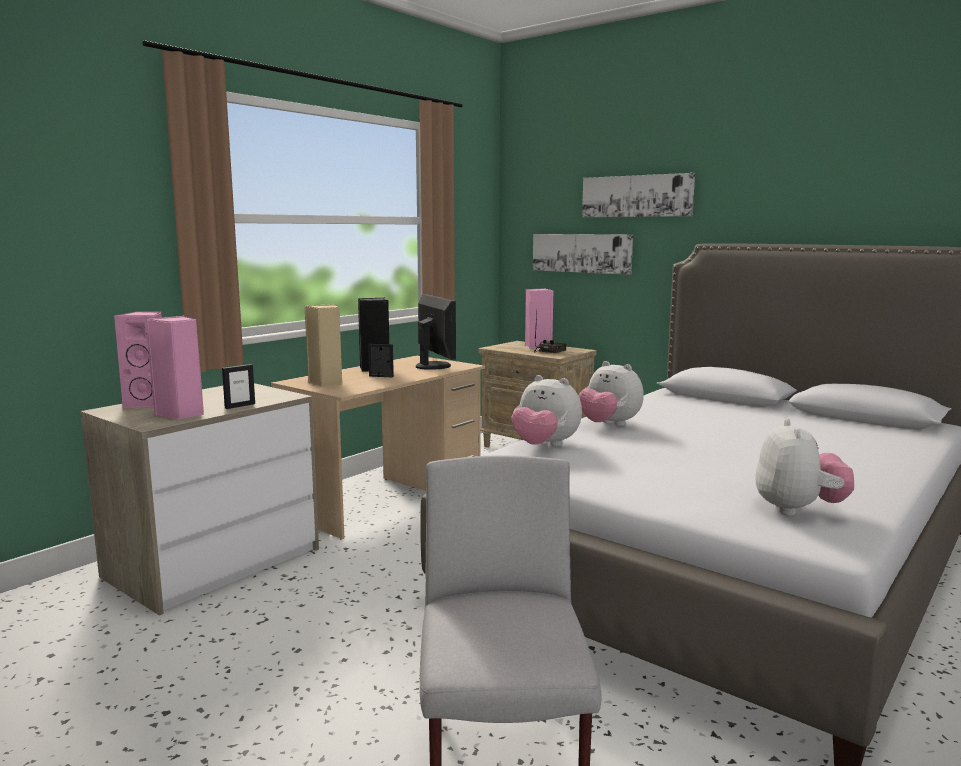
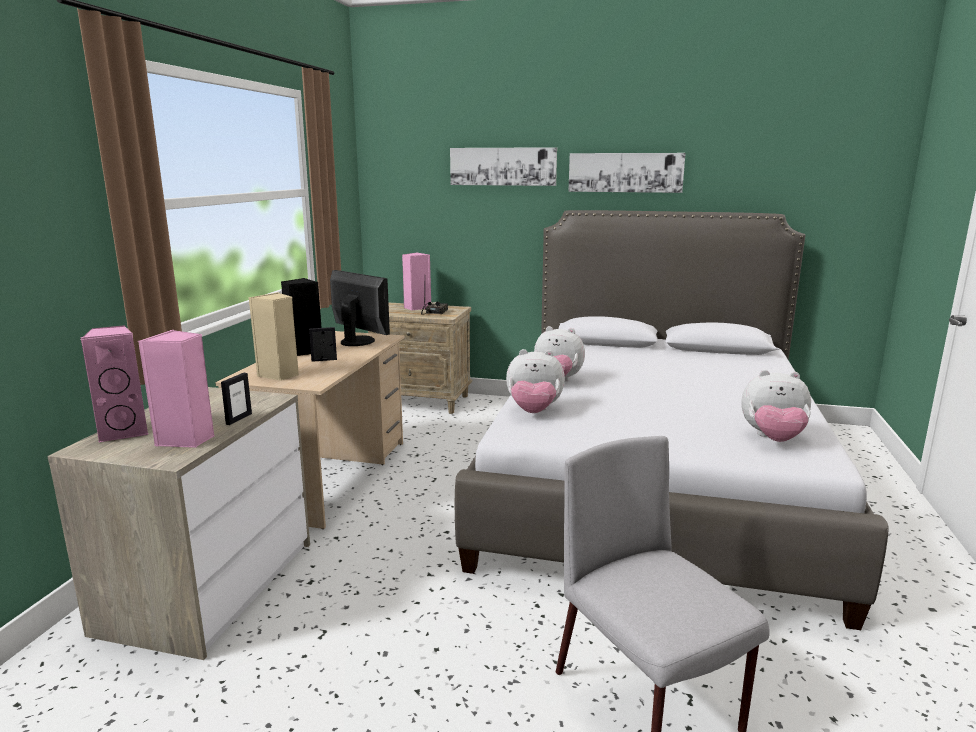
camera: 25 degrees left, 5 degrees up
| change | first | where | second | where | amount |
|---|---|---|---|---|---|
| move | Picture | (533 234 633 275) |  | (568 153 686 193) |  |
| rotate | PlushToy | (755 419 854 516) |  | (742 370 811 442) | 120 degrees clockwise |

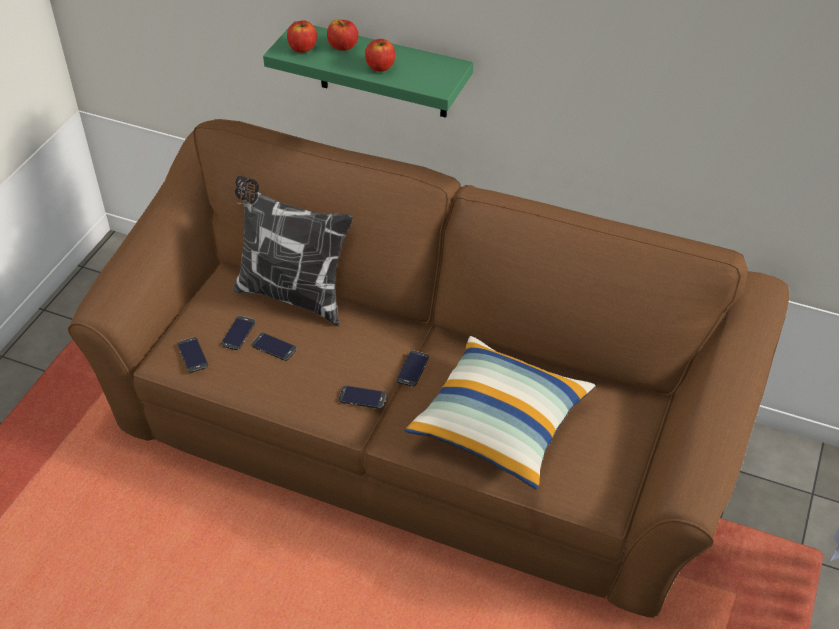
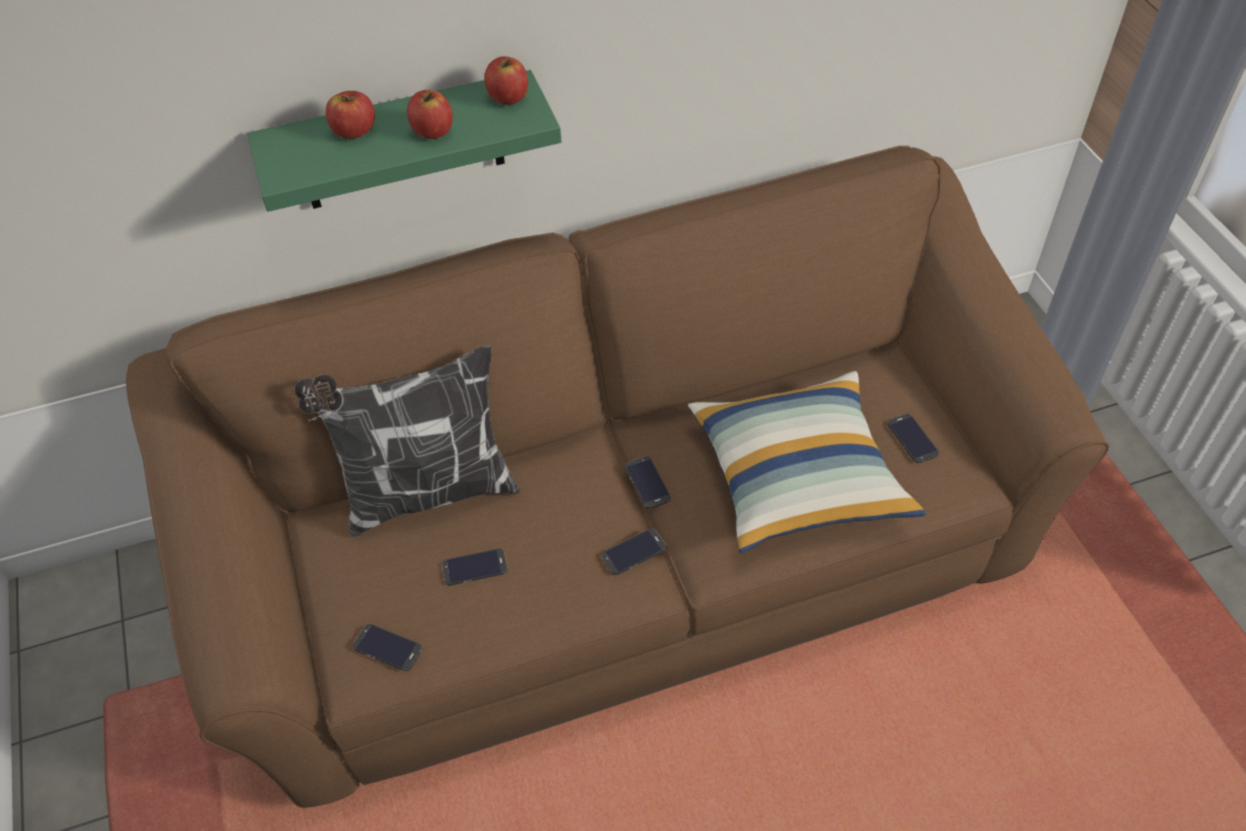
camera: 40 degrees left, 5 degrees up
| change | first | where | second | where | amount |
|---|---|---|---|---|---|
| move | Apple | (287 20 317 53) |  | (484 56 528 105) |  |
| move | Phone | (221 316 255 350) |  | (887 413 939 463) |  |

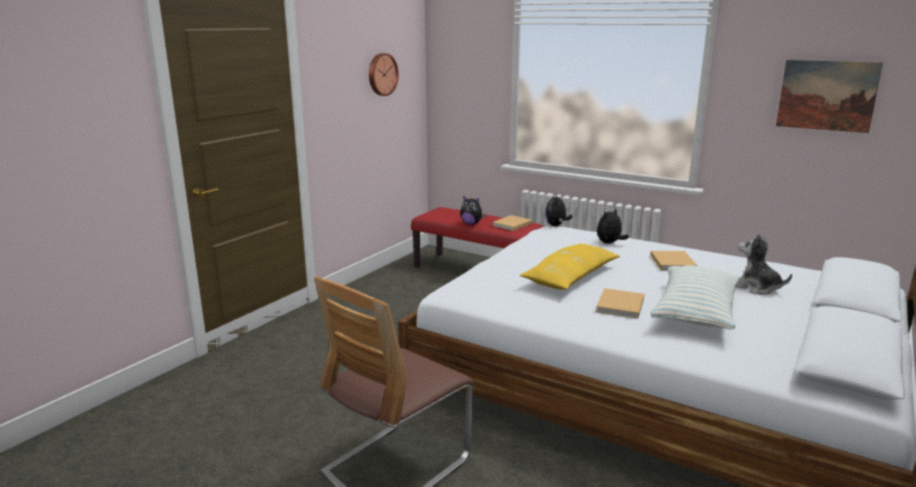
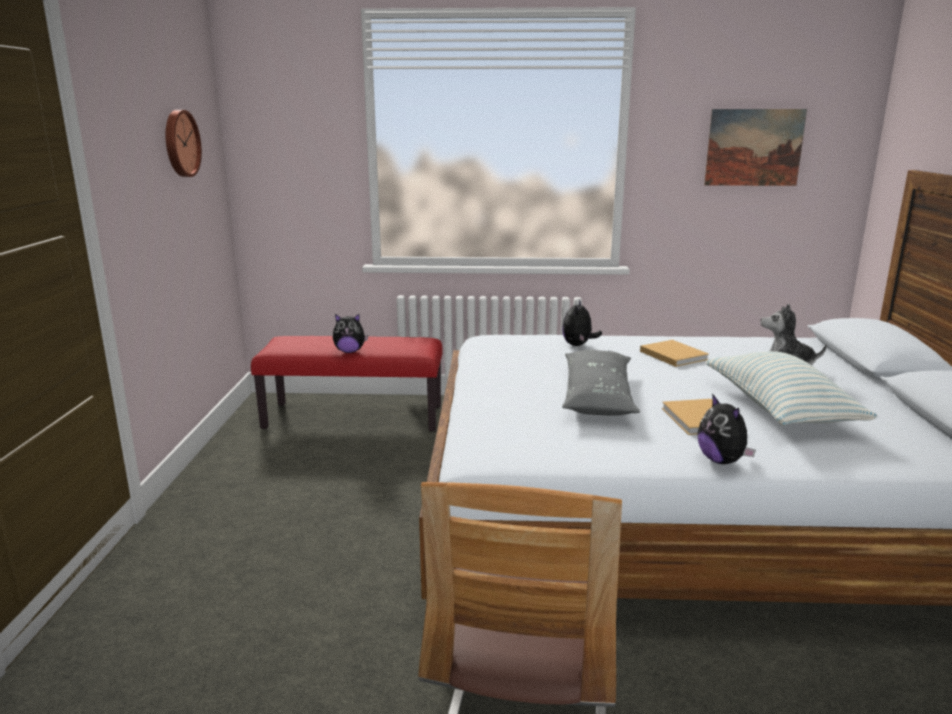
camera: 30 degrees left, 0 degrees up
| change | first | where | second | where | amount |
|---|---|---|---|---|---|
| move | PlushToy | (545 194 573 226) |  | (697 394 756 464) |  |
| delete | BeigeBook | (492 215 532 231) |  |  |  |
| recolor | YellowPillow | (520 244 620 290) | GreyPillow | (562 350 640 416) |  |

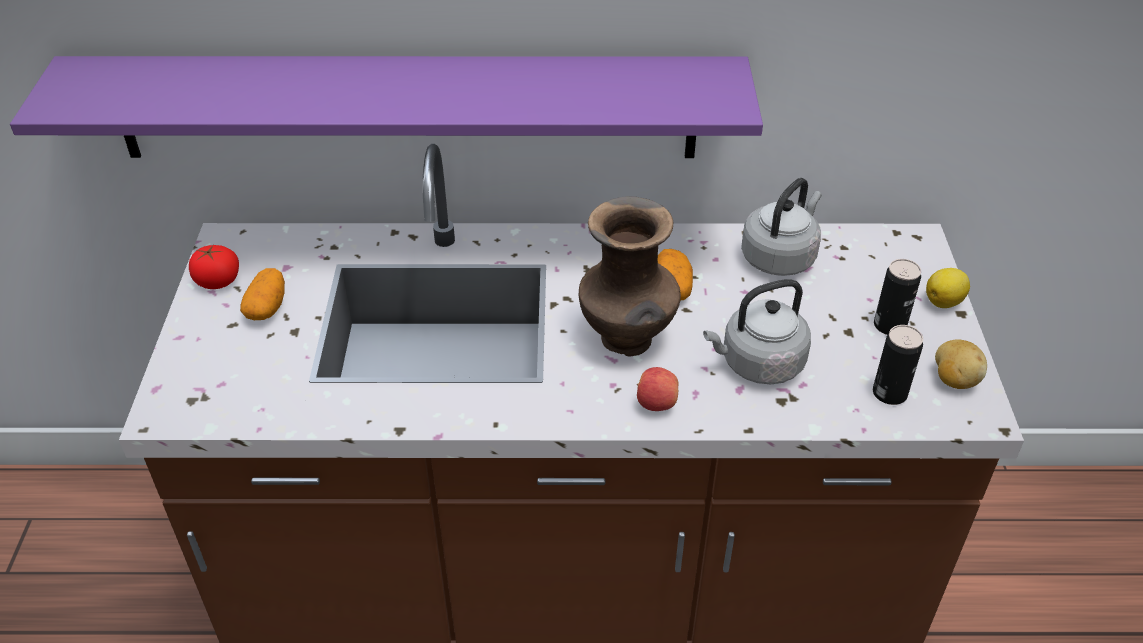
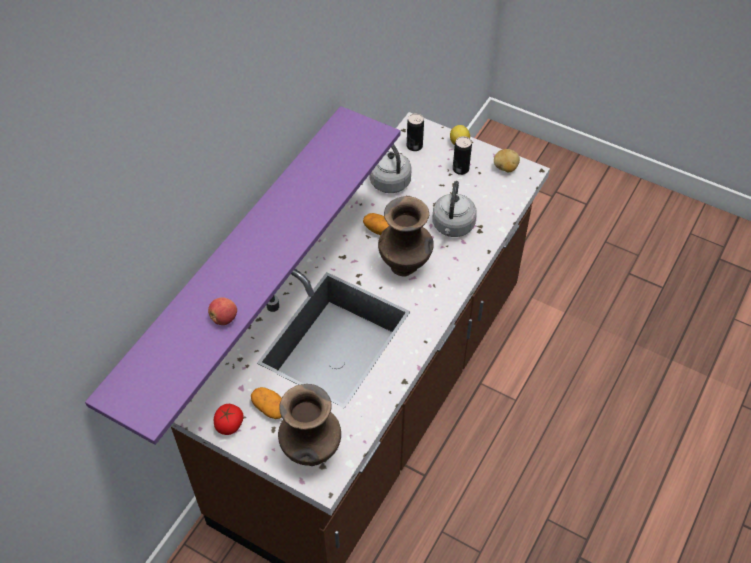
camera: 60 degrees left, 10 degrees up
| change | first | where | second | where | amount |
|---|---|---|---|---|---|
| move | Can | (873 325 923 405) |  | (407 113 424 151) |  |
| move | Apple | (637 367 679 411) |  | (208 297 237 325) |  |
| insert |  |  | BrownVase | (278 384 341 466) |  |

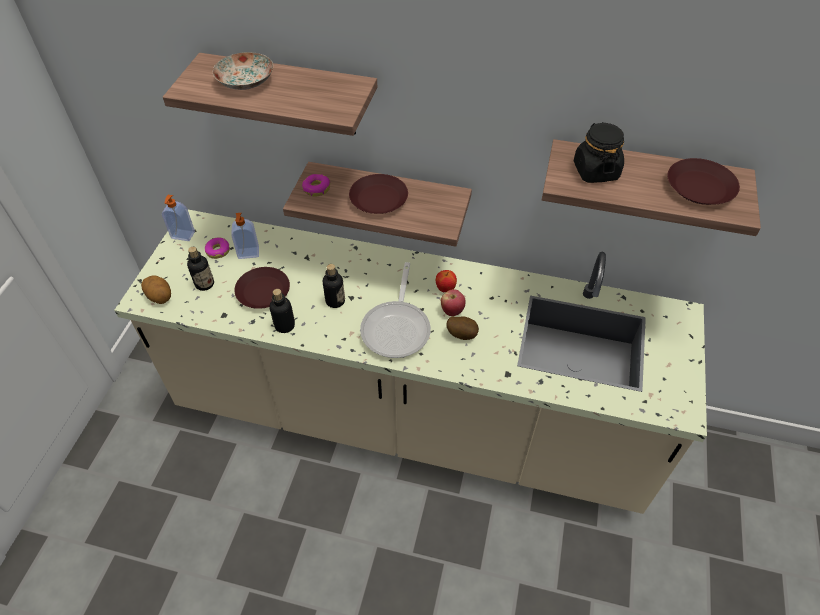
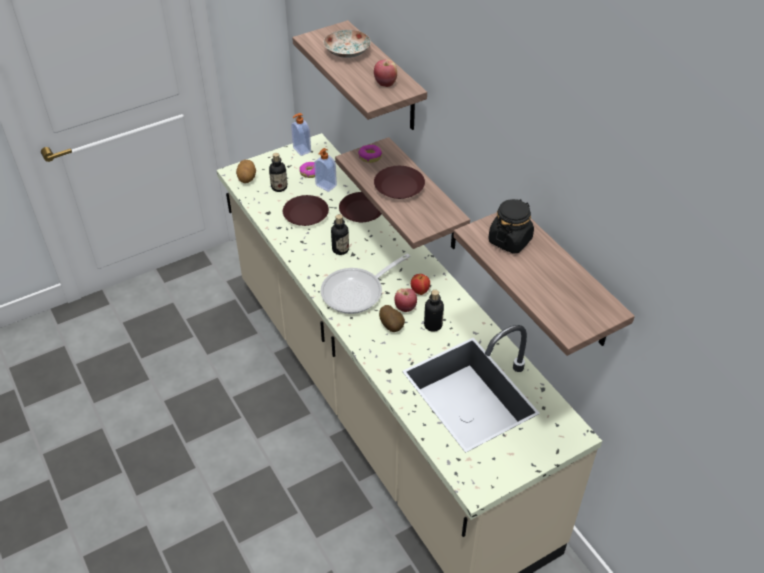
camera: 45 degrees right, 5 degrees down
| change | first | where | second | where | amount |
|---|---|---|---|---|---|
| move | BrownPlate | (667 158 740 205) |  | (339 192 382 222) |  |
| move | Bottle | (270 289 295 333) |  | (424 290 444 332) |  |
| insert |  |  | Apple | (374 59 397 87) |  |

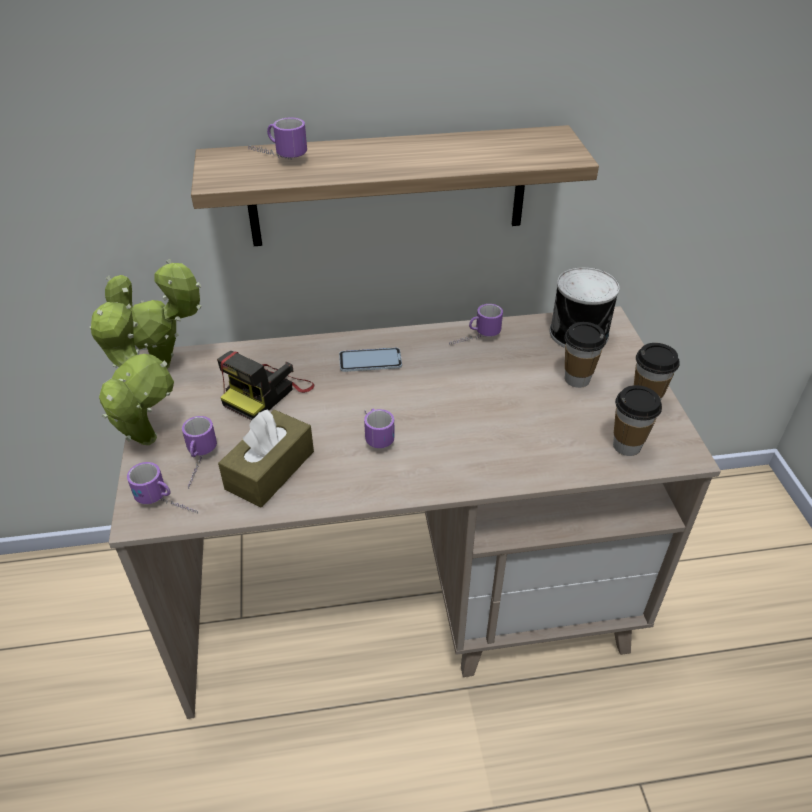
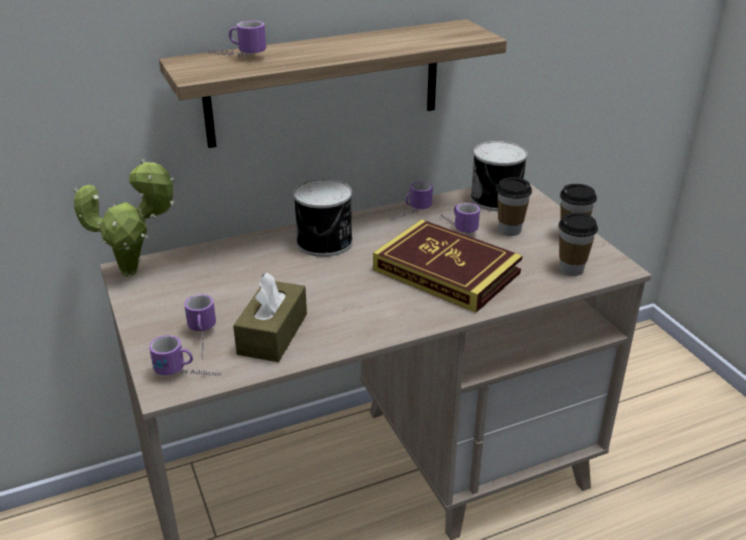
camera: 15 degrees left, 10 degrees down
| change | first | where | second | where | amount |
|---|---|---|---|---|---|
| delete | PottedPlant | (89 302 174 445) |  |  |  |
| replace | Phone | (339 348 402 372) | Can | (293 179 353 257) |  |
| delete | PhotoCamera | (217 351 314 420) |  |  |  |
| move | Mug | (364 409 395 448) |  | (441 203 480 233) |  |
| insert |  |  | Book | (373 219 522 313) |  |

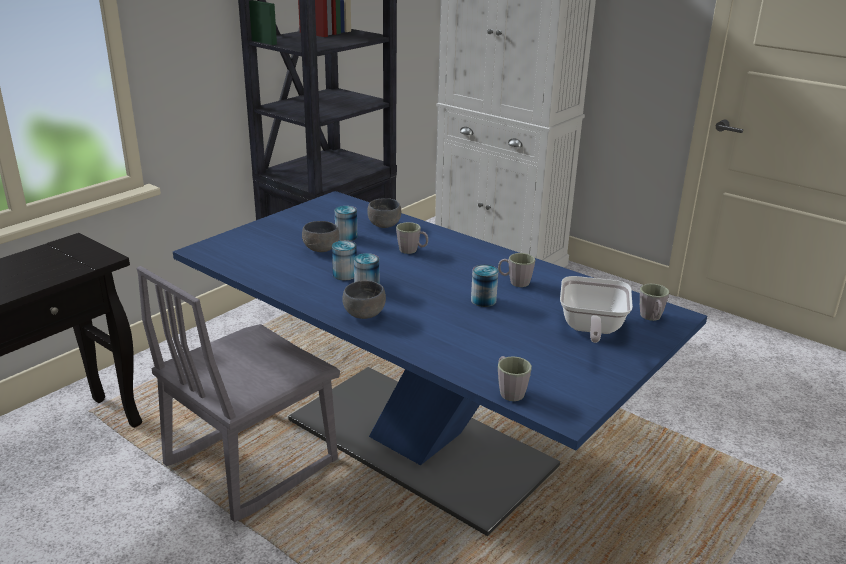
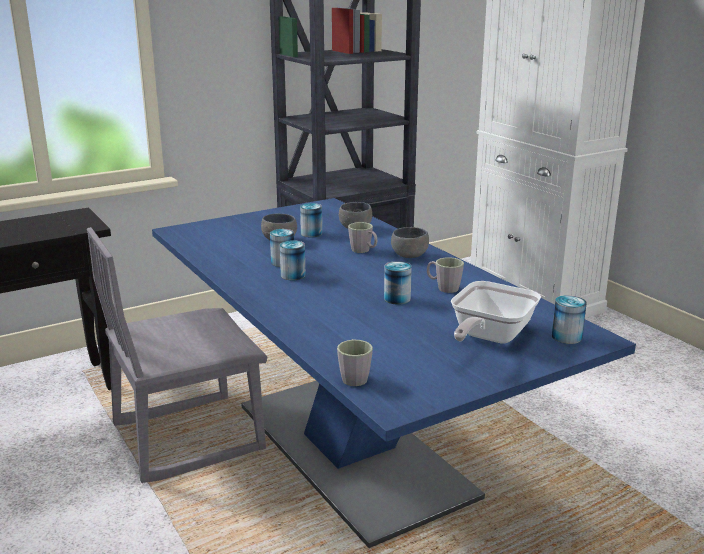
camera: 20 degrees right, 5 degrees down
| change | first | where | second | where | amount |
|---|---|---|---|---|---|
| move | GreyBowl | (342 281 386 319) |  | (391 227 429 258) |  |
| replace | GreyMug | (640 284 669 321) | Can | (552 295 587 344) |  |

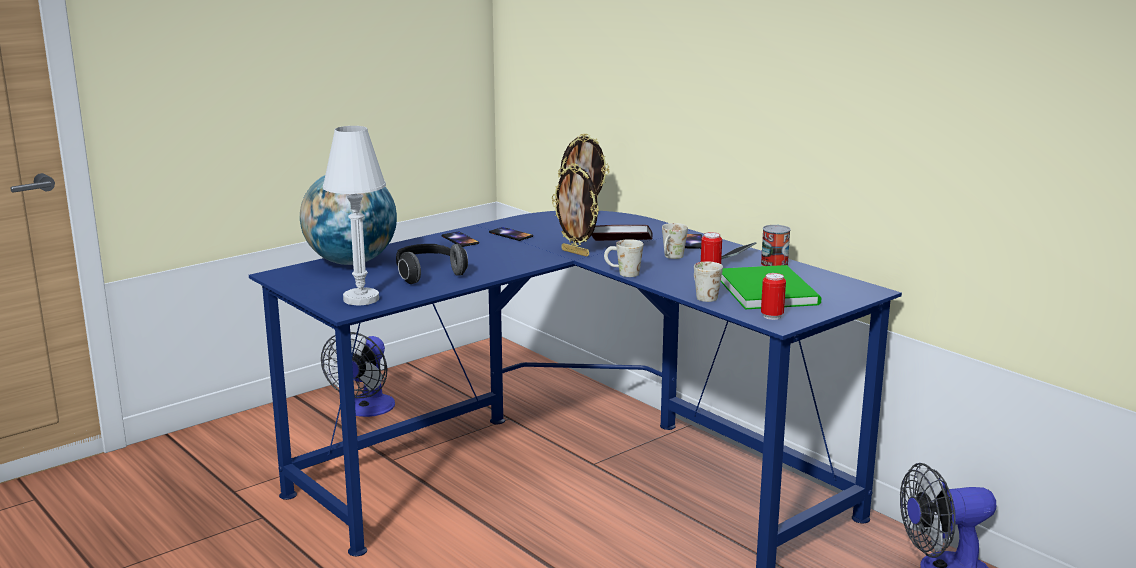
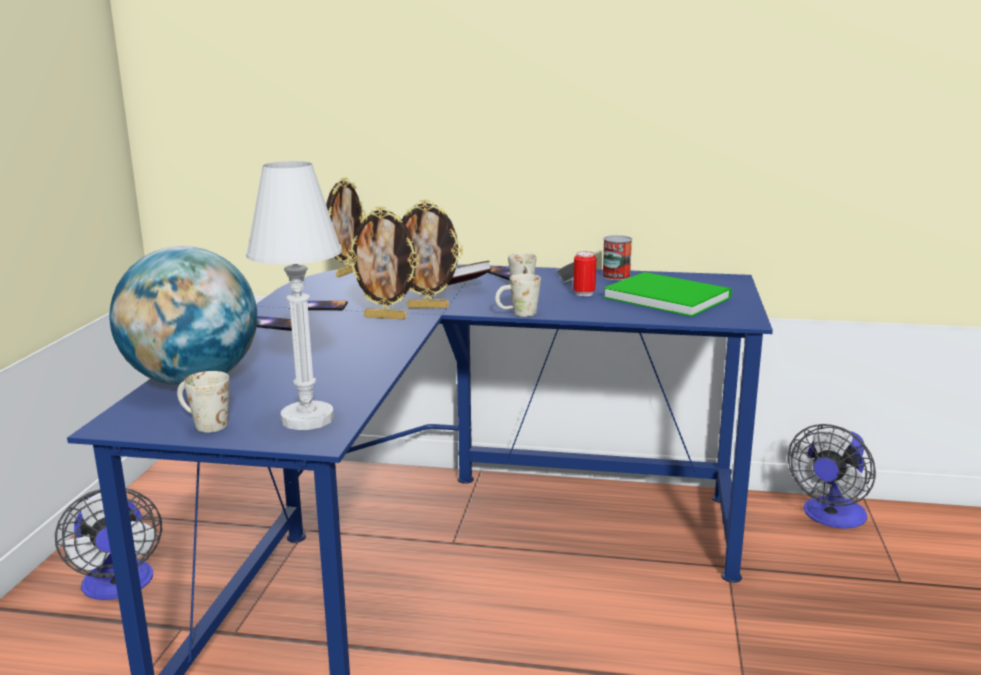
camera: 40 degrees left, 0 degrees up
| change | first | where | second | where | amount |
|---|---|---|---|---|---|
| delete | Headphones | (396 244 468 284) |  |  |  |
| move | WhiteMug | (694 262 723 302) |  | (177 371 229 433) |  |
| delete | Can | (761 273 786 320) |  |  |  |
| insert |  |  | PictureFrame | (346 206 420 319) |  |

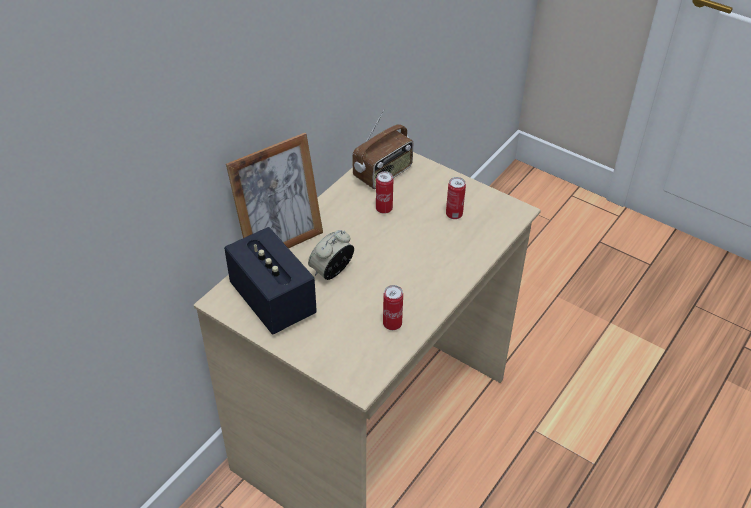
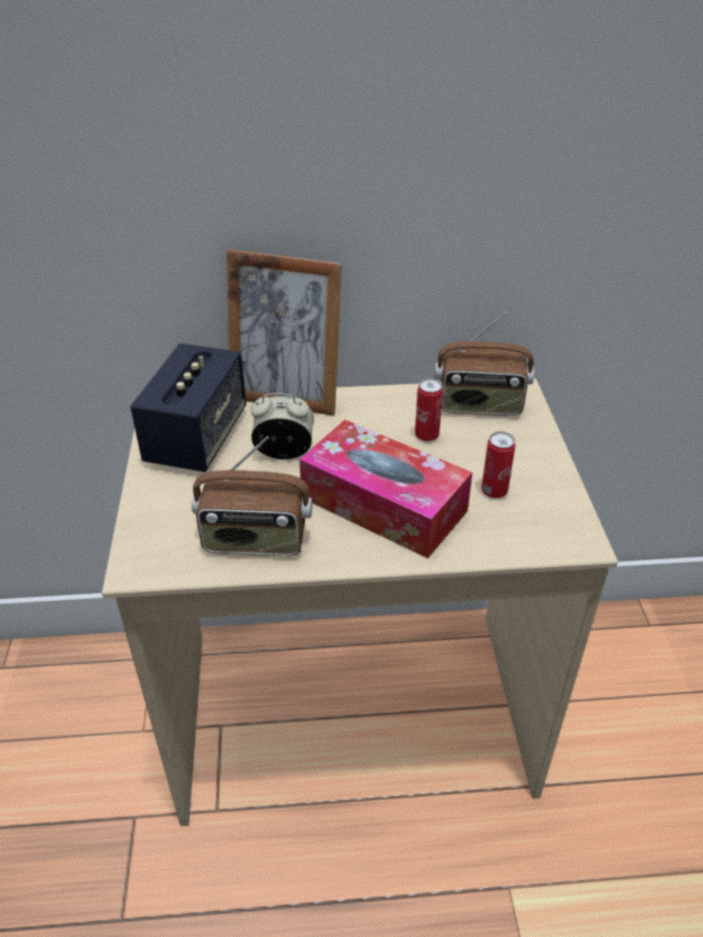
camera: 50 degrees right, 5 degrees down
| change | first | where | second | where | amount |
|---|---|---|---|---|---|
| replace | Can | (383 285 403 330) | Radio | (192 436 312 556) |  |
| insert |  |  | TissueBox | (299 420 473 558) |  |

